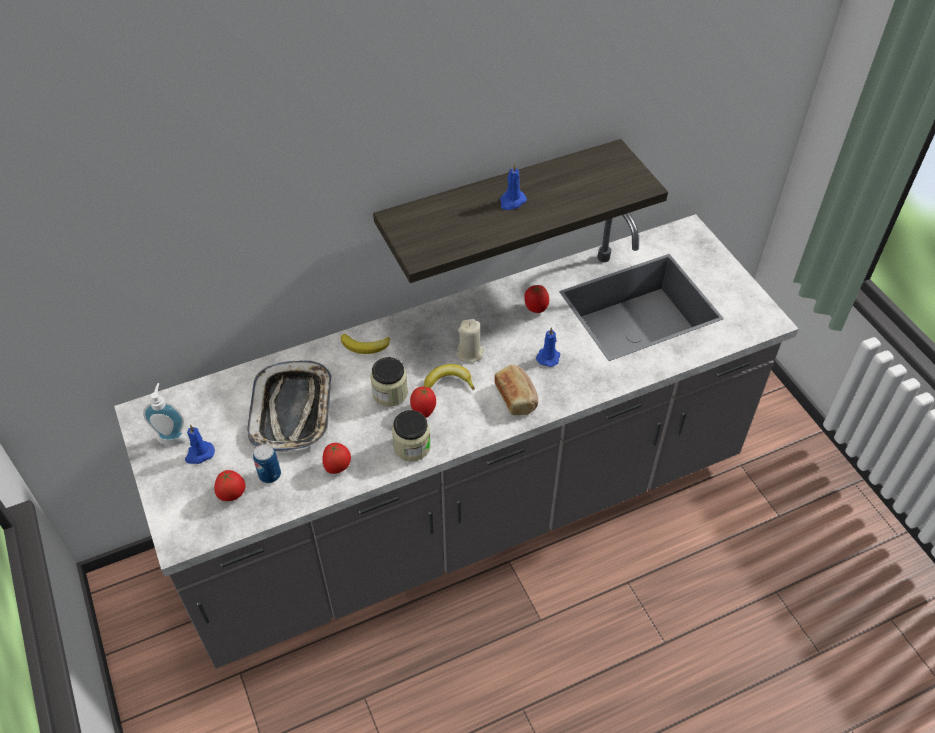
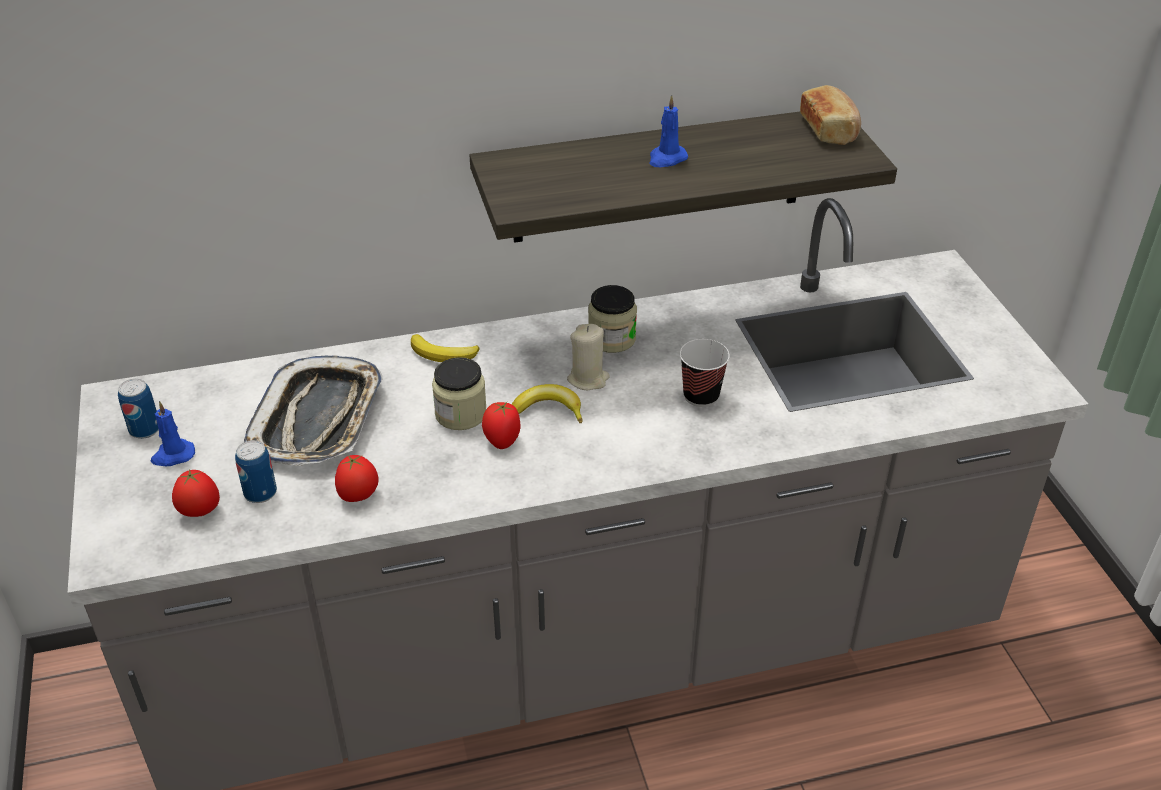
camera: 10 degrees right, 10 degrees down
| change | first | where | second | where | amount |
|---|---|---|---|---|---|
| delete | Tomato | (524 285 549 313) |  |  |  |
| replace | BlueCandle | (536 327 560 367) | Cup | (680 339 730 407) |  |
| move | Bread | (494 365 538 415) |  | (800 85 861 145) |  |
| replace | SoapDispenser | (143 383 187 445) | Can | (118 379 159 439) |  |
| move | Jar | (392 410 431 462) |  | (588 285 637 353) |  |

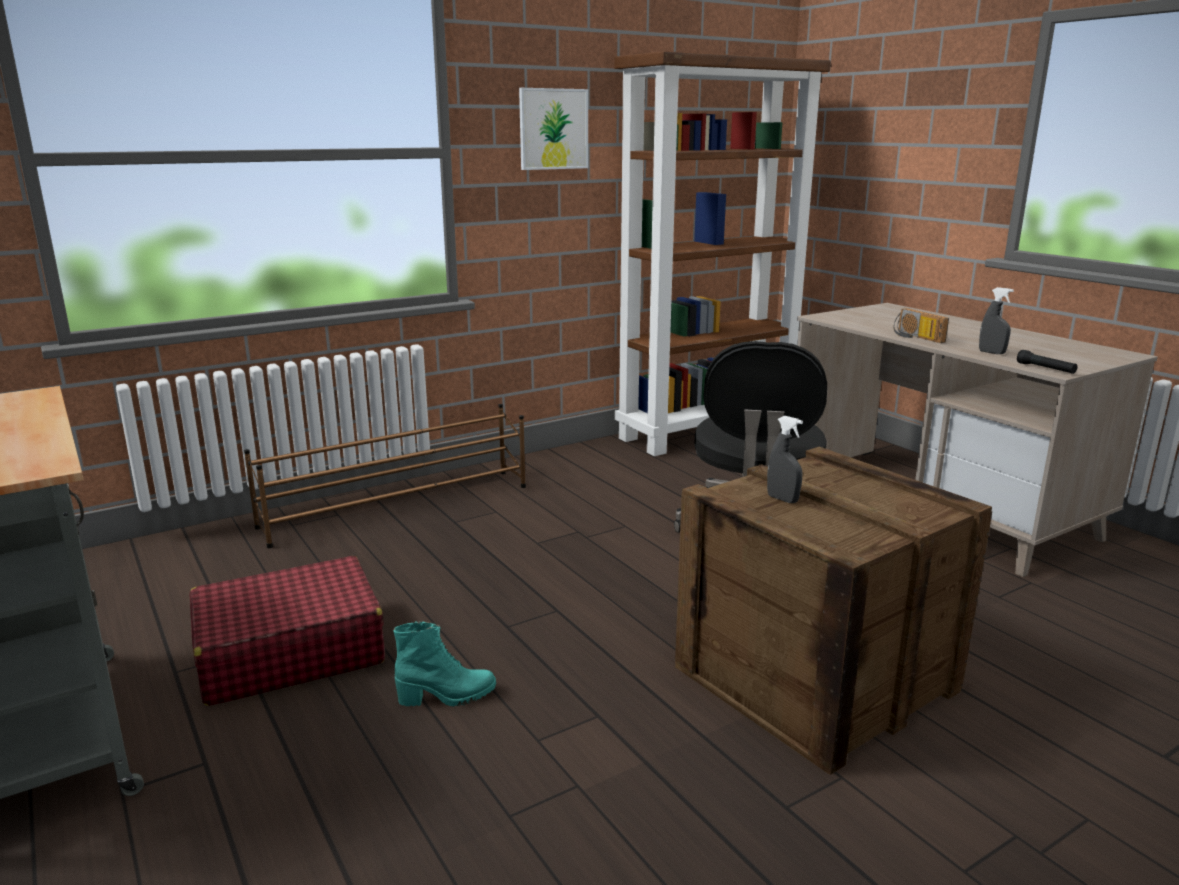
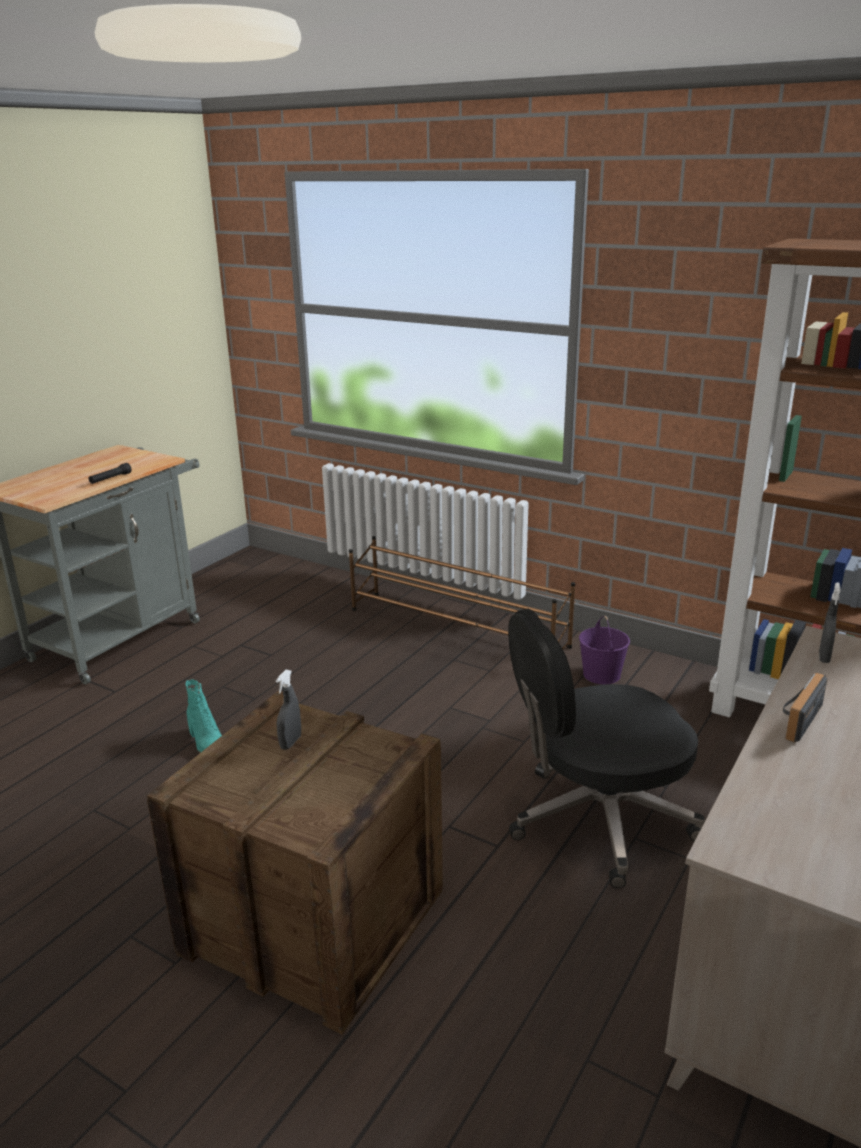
camera: 65 degrees right, 5 degrees up
| change | first | where | second | where | amount |
|---|---|---|---|---|---|
| delete | Picture | (519 88 588 170) |  |  |  |
| move | GreySprayBottle | (979 287 1014 354) |  | (819 582 841 663) |  |
| move | BlackFlashlight | (1017 350 1078 374) |  | (89 463 131 484) |  |
| delete | RedSuitcase | (189 556 385 706) |  |  |  |
| insert |  |  | PurpleBucket | (579 616 630 684) |  |

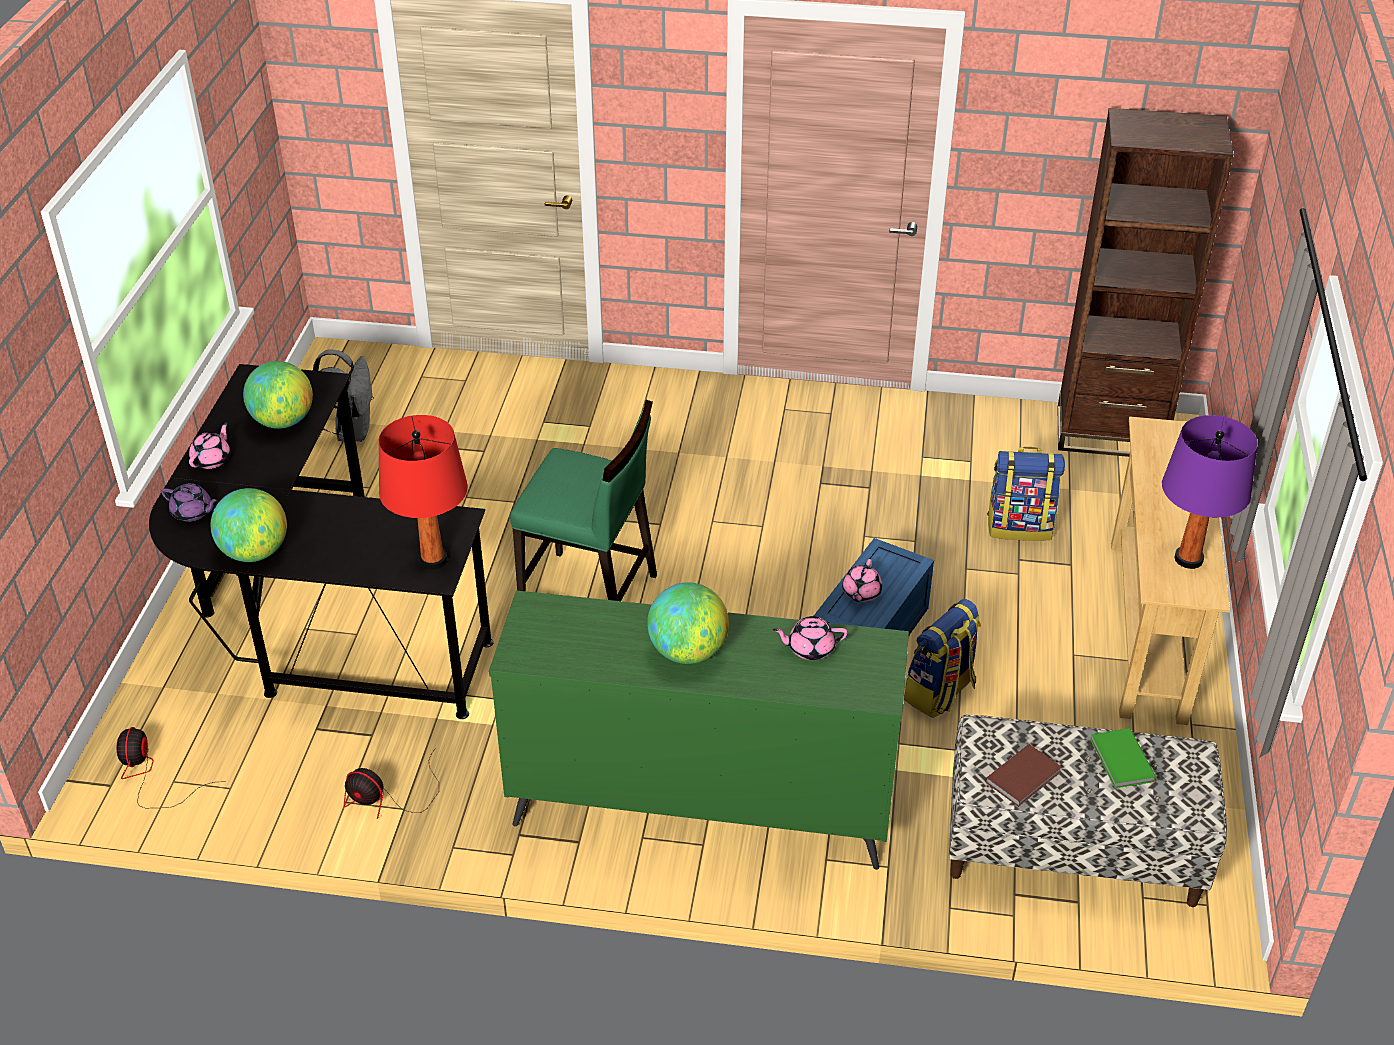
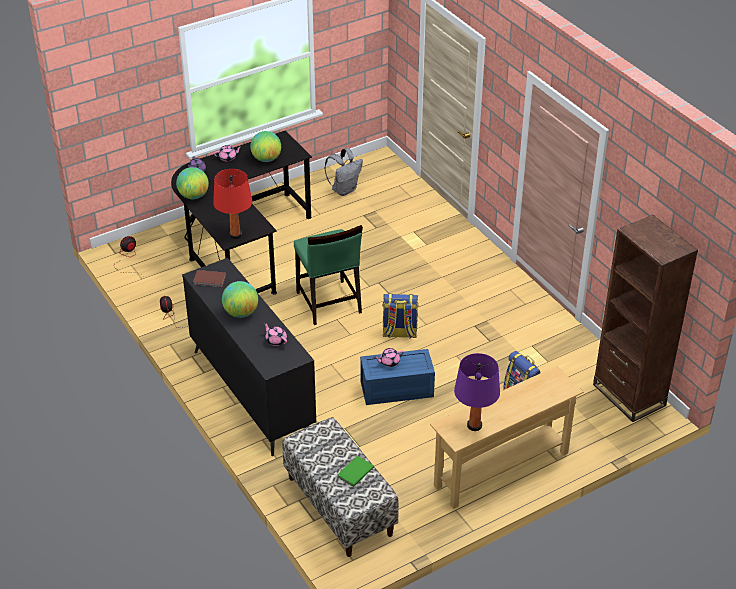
camera: 50 degrees right, 0 degrees up
| change | first | where | second | where | amount |
|---|---|---|---|---|---|
| recolor | GreenDresser | (489 590 909 870) | BlackDresser | (182 258 316 456) |  |
| move | Backpack | (904 599 981 718) |  | (382 294 418 339) |  |
| move | BrownBook | (985 744 1062 807) |  | (193 270 226 287) |  |

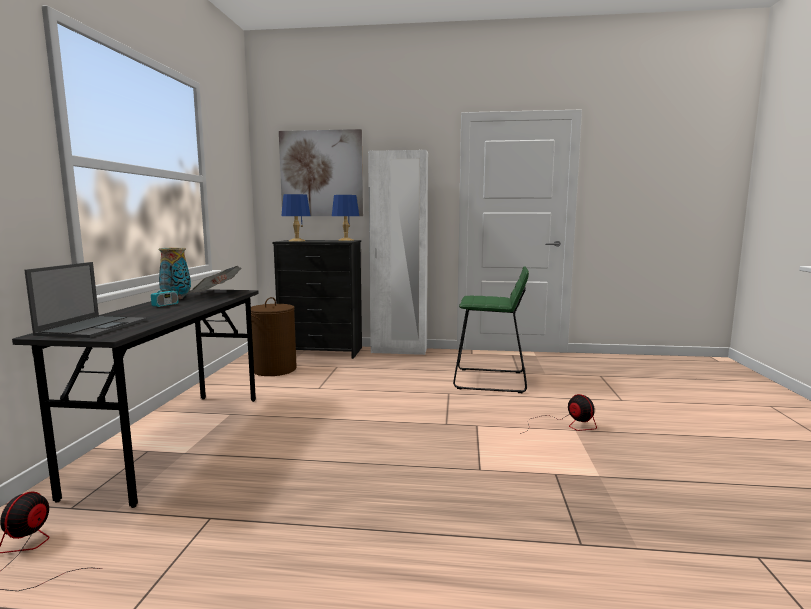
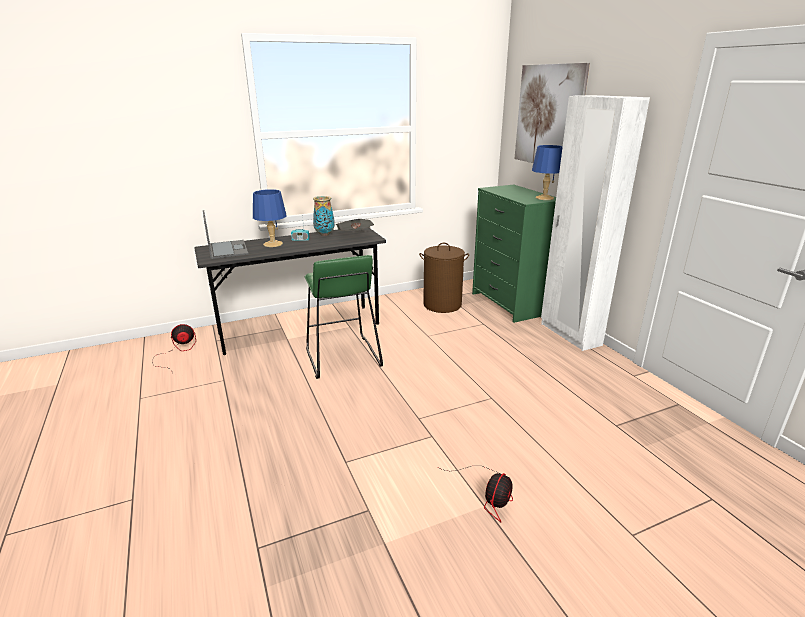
camera: 60 degrees right, 15 degrees up
| change | first | where | second | where | amount |
|---|---|---|---|---|---|
| move | BlueTableLamp | (281 194 311 242) |  | (253 189 287 247) |  |
| recolor | BlackDresser | (273 240 362 359) | GreenDresser | (472 185 556 323) |  |
| rotate | Laptop | (24 262 147 338) |  | (203 210 248 259) | 90 degrees counterclockwise |
| move | GreenStool | (453 266 529 393) |  | (305 255 383 379) |  |

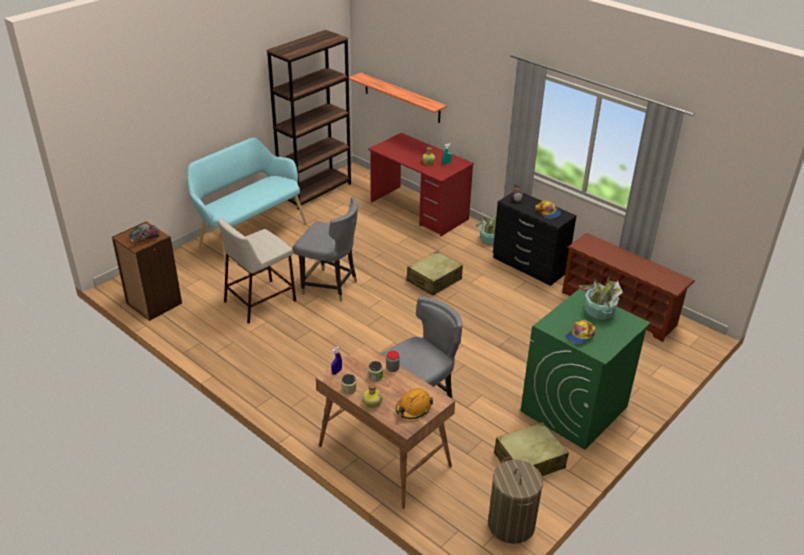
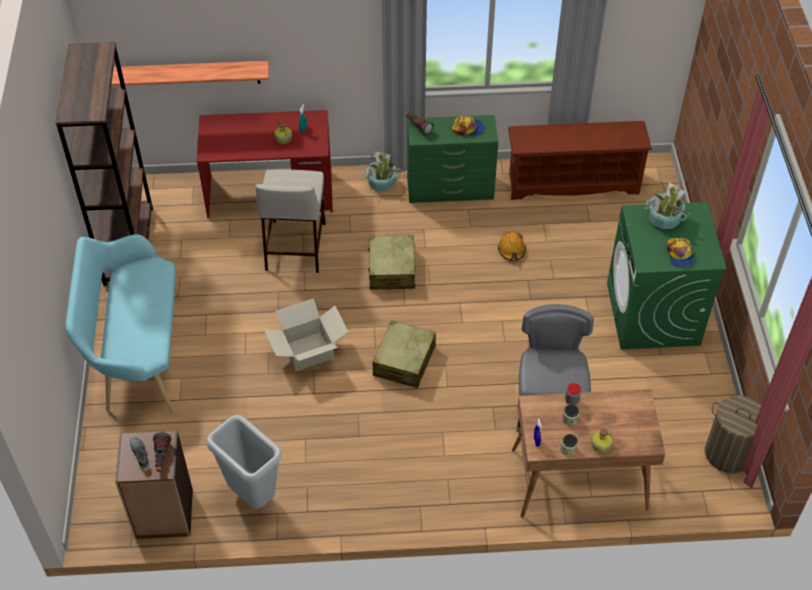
camera: 45 degrees left, 15 degrees up
| change | first | where | second | where | amount |
|---|---|---|---|---|---|
| recolor | BlackDresser | (493 192 577 286) | GreenDresser | (407 115 498 203) |  |
| replace | GreyChair | (293 197 358 302) | CardboardBox | (264 299 348 372) |  |
| move | BeigeStool | (218 218 296 324) |  | (255 169 325 273) |  |
| move | OrangeHardHat | (396 388 433 419) |  | (498 232 526 261) |  |
| move | BeigeSuitcase | (494 422 569 476) |  | (372 321 436 388) |  |
| insert |  |  | GreyTrashCan | (206 415 282 509) |  |

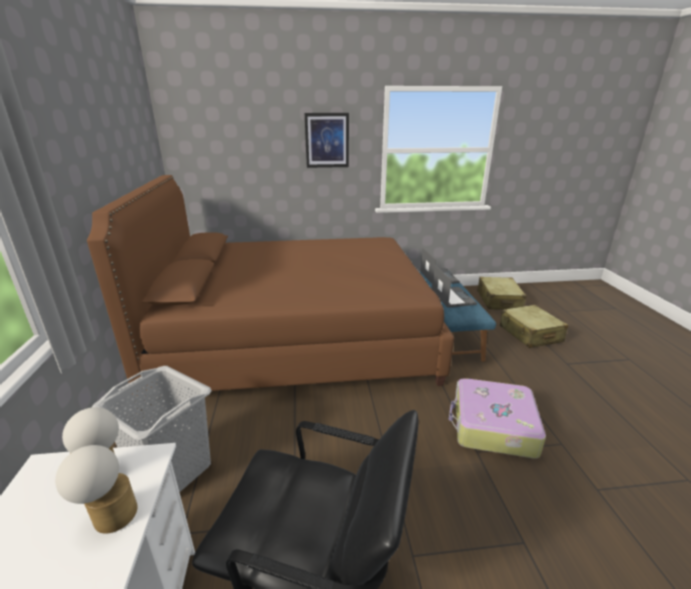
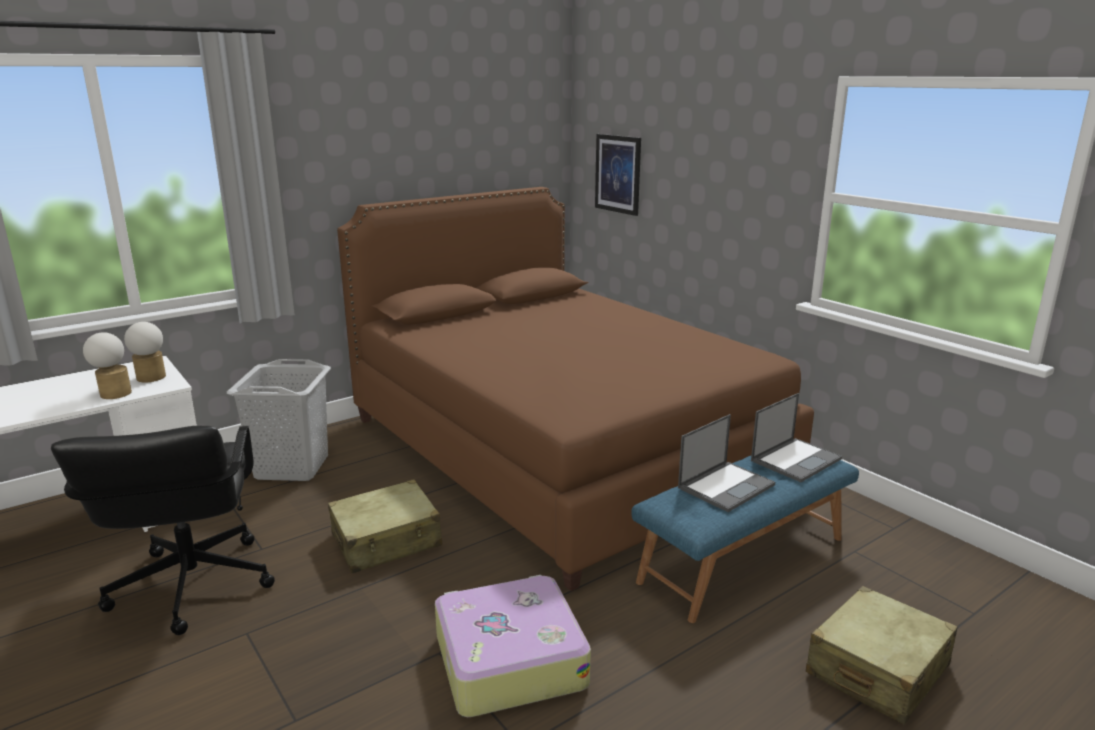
camera: 60 degrees right, 5 degrees down
| change | first | where | second | where | amount |
|---|---|---|---|---|---|
| move | Picture | (305 113 349 168) |  | (595 134 641 216) |  |
| move | BeigeSuitcase | (477 277 526 310) |  | (328 479 442 573) |  |

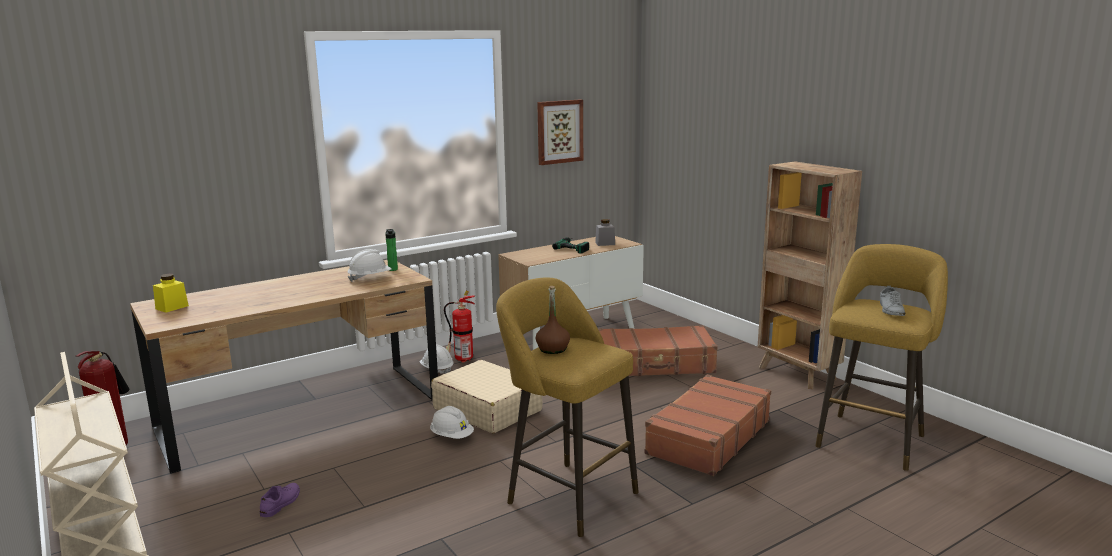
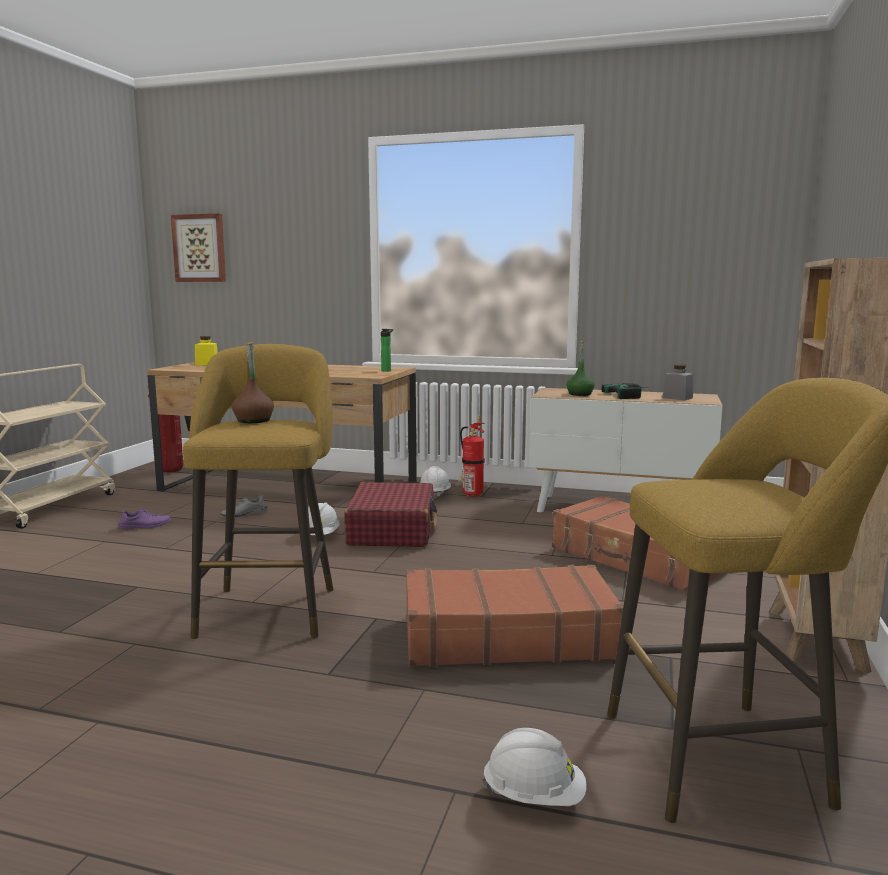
camera: 50 degrees right, 5 degrees down
| change | first | where | second | where | amount |
|---|---|---|---|---|---|
| move | Picture | (537 99 583 165) |  | (171 213 226 282) |  |
| move | WhiteHardHat | (347 249 391 282) |  | (482 728 587 806) |  |
| move | GreyShoe | (880 286 905 316) |  | (220 496 268 518) |  |
| recolor | BeigeSuitcase | (431 360 542 433) | RedSuitcase | (344 482 437 547) |  |
| insert |  |  | GreenBottle | (566 341 595 396) |  |

